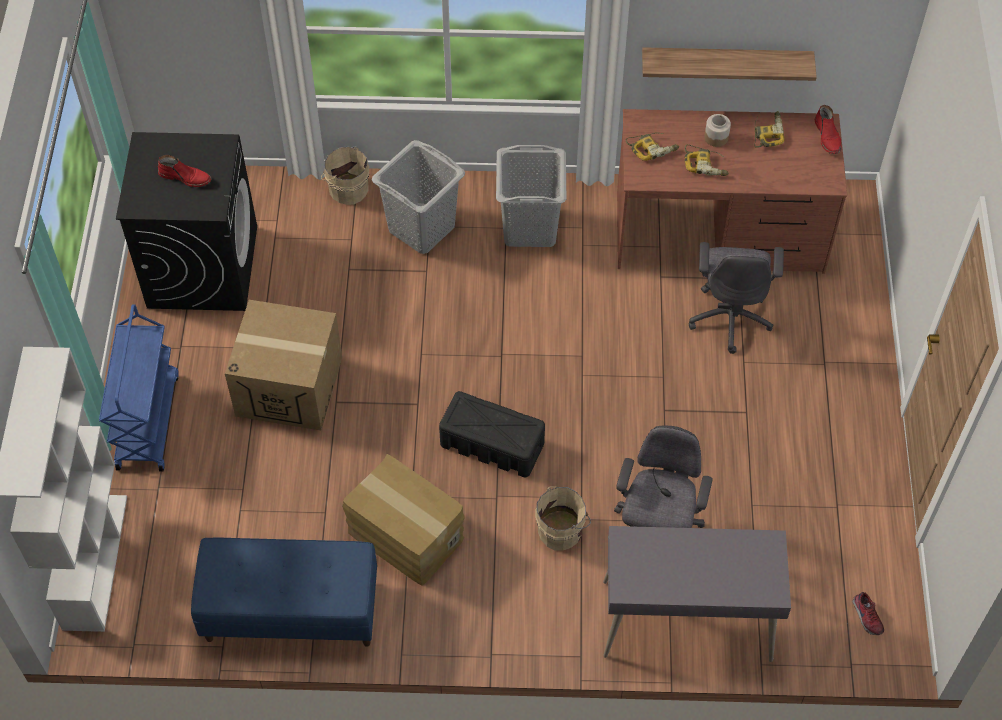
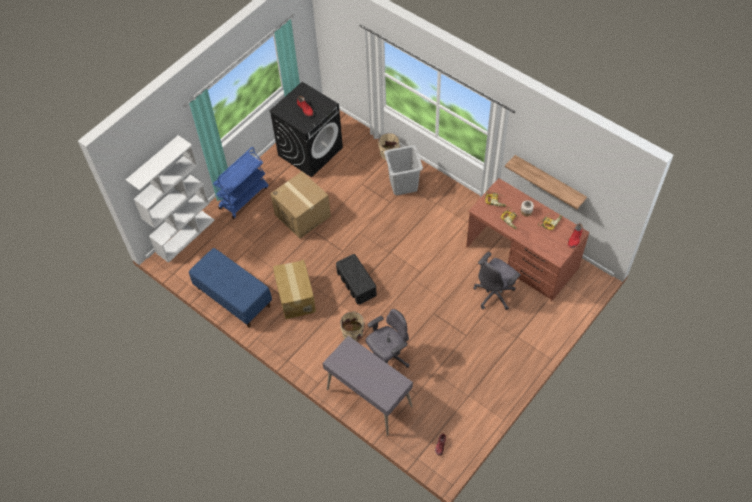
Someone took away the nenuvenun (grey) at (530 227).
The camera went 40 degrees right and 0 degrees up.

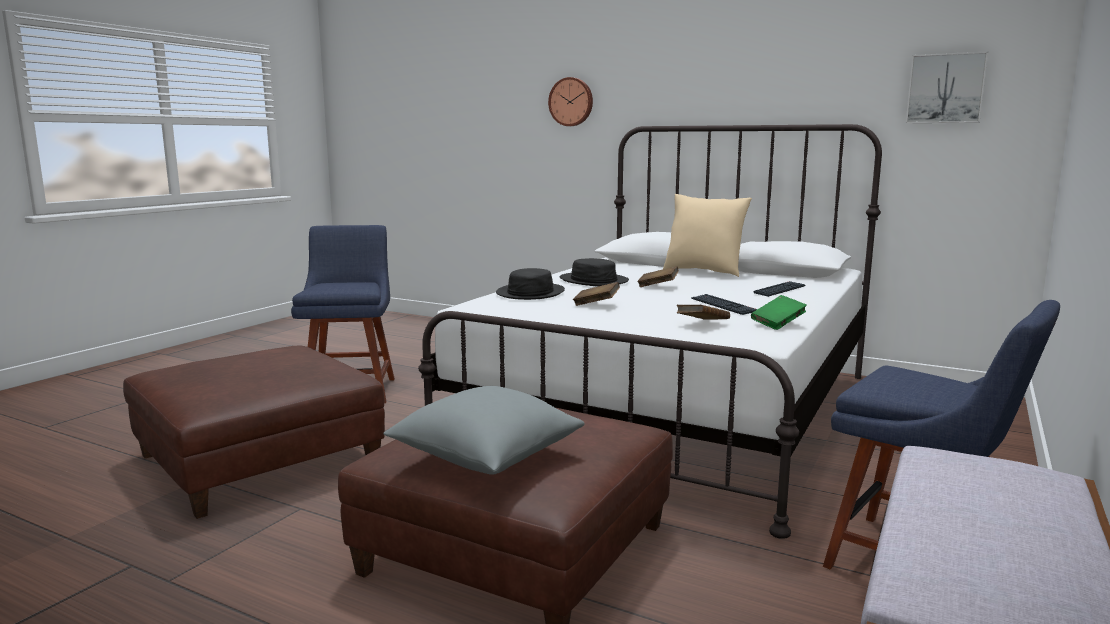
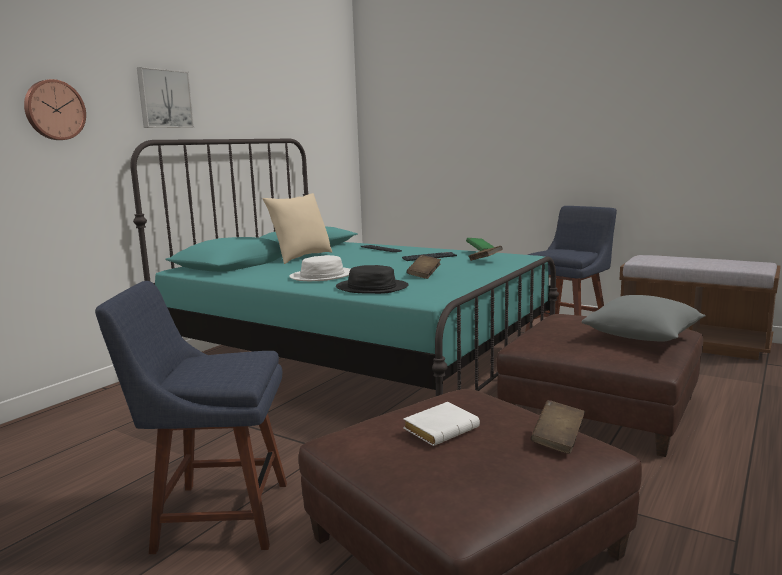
Someone carried the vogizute from (945 88) to (164 99).
Someone repainted the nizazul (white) at (673 409), which became the nizazul (turquoise) at (358 360).
Someone repainted the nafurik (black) at (593 281), which became the nafurik (white) at (322 276).
Someone carried the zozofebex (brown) from (657 286) to (558 440).
Someone put down the zozofebex (white) at (441 428).
The camera went 85 degrees left and 0 degrees up.

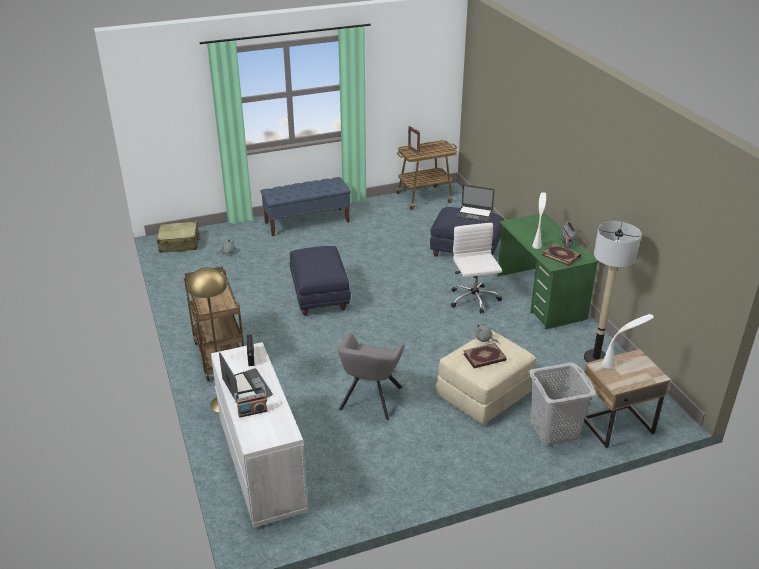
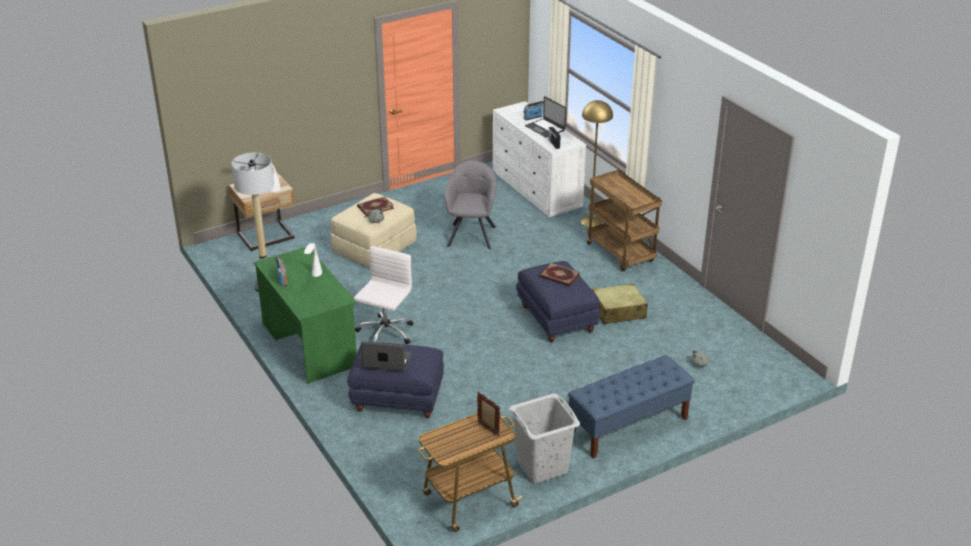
Someone carried the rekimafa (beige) from (179 243) to (618 311).
Someone rotated the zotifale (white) at (474 300) by 135 degrees counterclockwise.
Someone carried the zozofebex from (561 255) to (559 276).
Someone carried the nenuvenun (grey) from (553 430) to (542 466).
The camera went 170 degrees right and 0 degrees up.

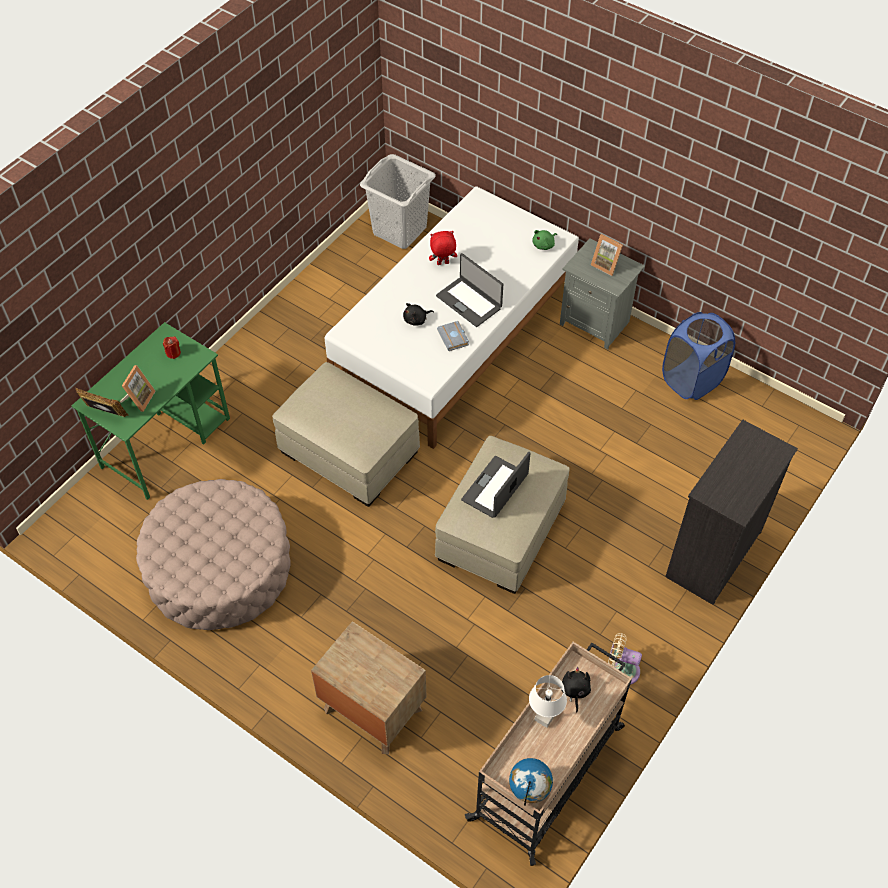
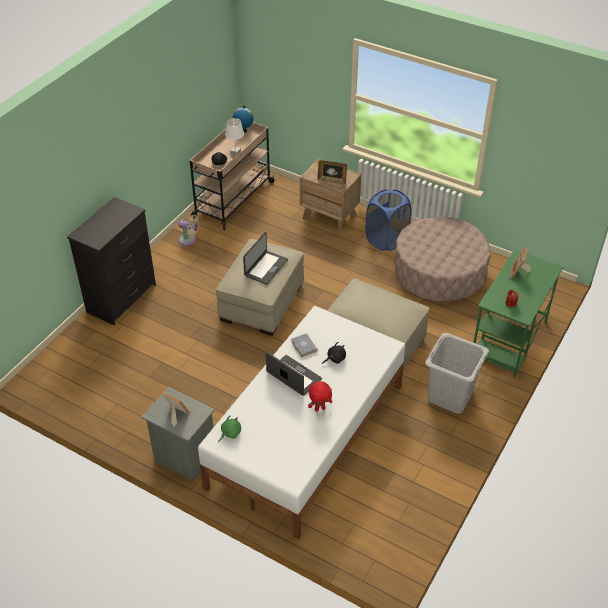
Someone carried the nenuvenun (grey) from (399 230) to (450 396).
Someone carried the nenuvenun (blue) from (691 380) to (386 240).
Someone carried the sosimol from (105 414) to (332 180).
The camera went 175 degrees right and 10 degrees down.

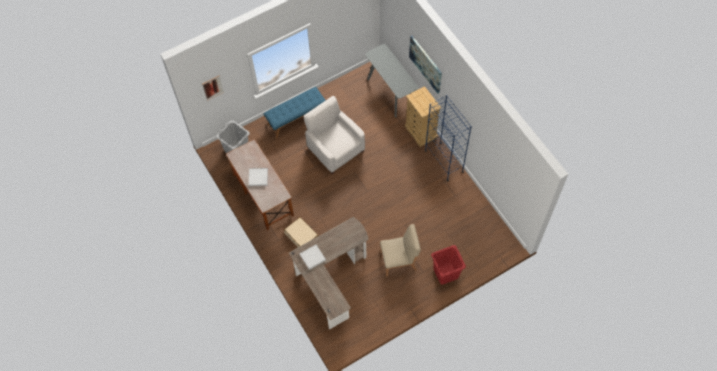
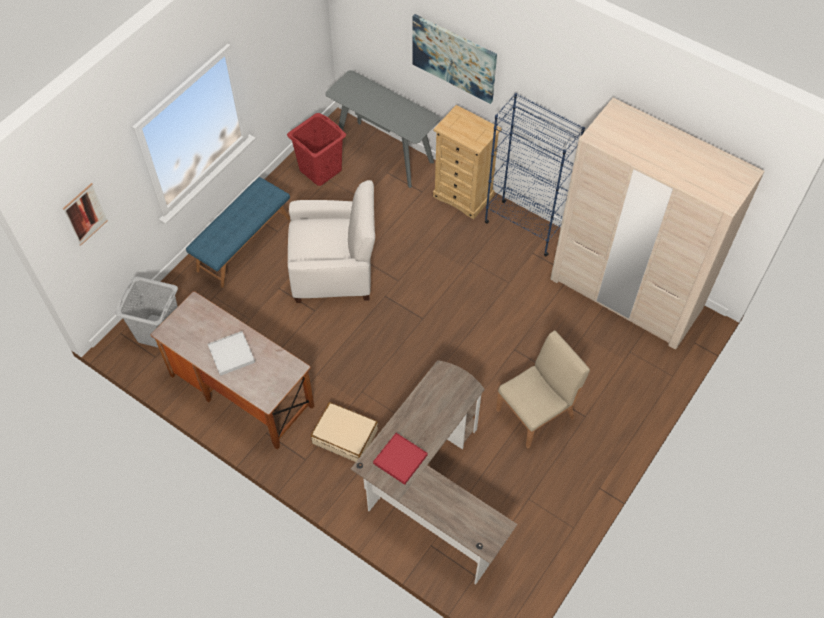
Someone rotated the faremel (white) at (335 149) by 150 degrees clockwise.
Someone repainted the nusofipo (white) at (312 257), which became the nusofipo (red) at (400 459).
Someone carried the nenuvenun (red) from (446 273) to (321 170).
Someone put down the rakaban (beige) at (625 293).
The camera went 25 degrees left and 5 degrees down.

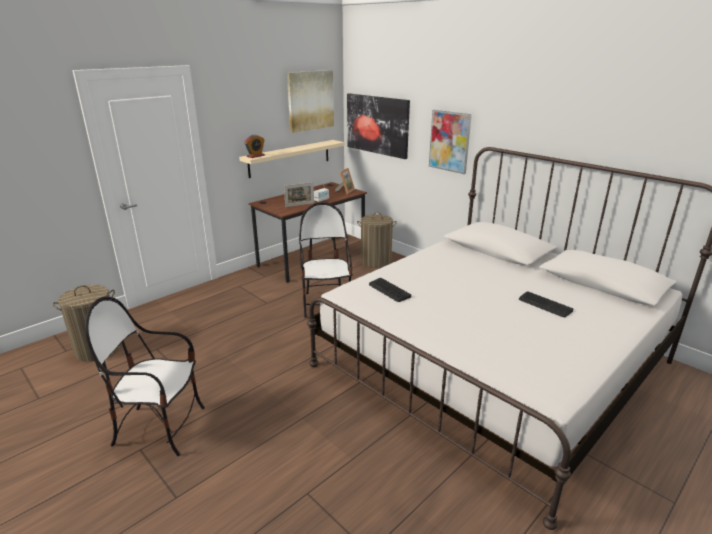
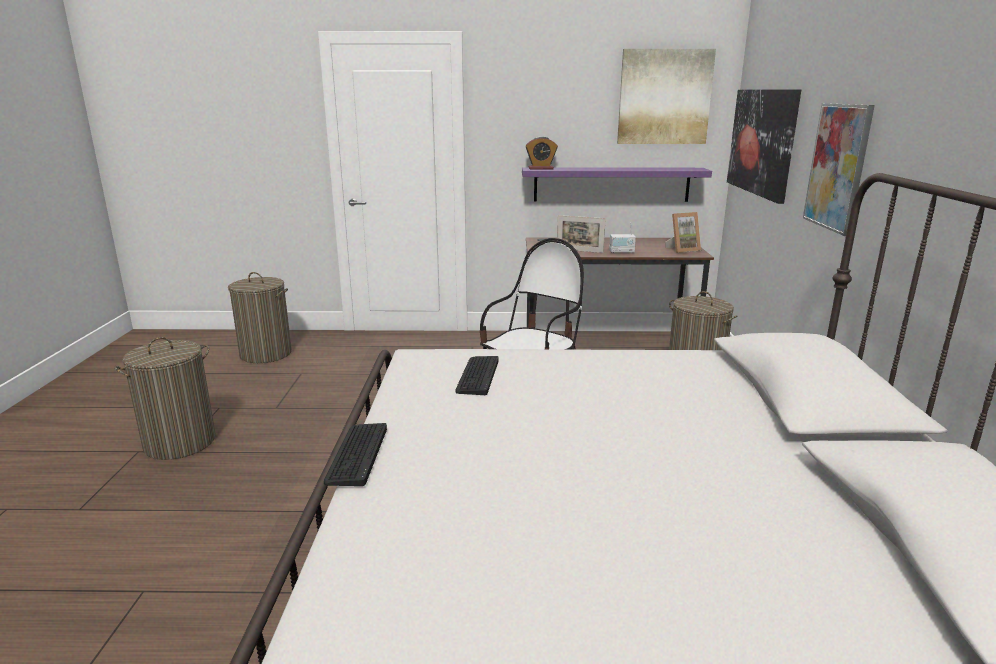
Someone repainted the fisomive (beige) at (290 158), which became the fisomive (purple) at (611 184).
Someone carried the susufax from (544 305) to (357 454).
Someone swapped the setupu at (160 428) for the nenuvenun at (180 442).
The camera went 45 degrees right and 5 degrees down.

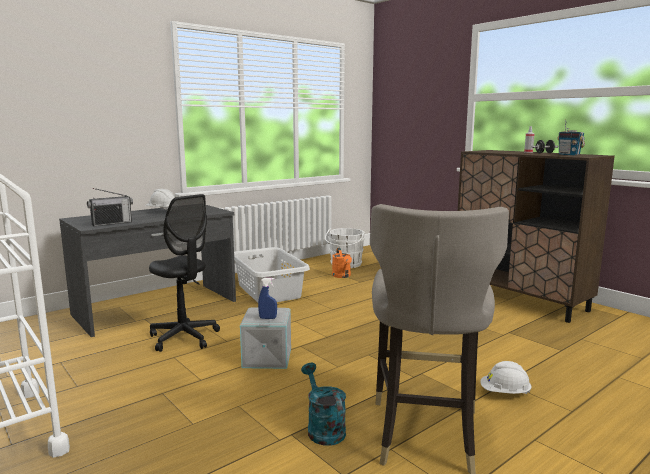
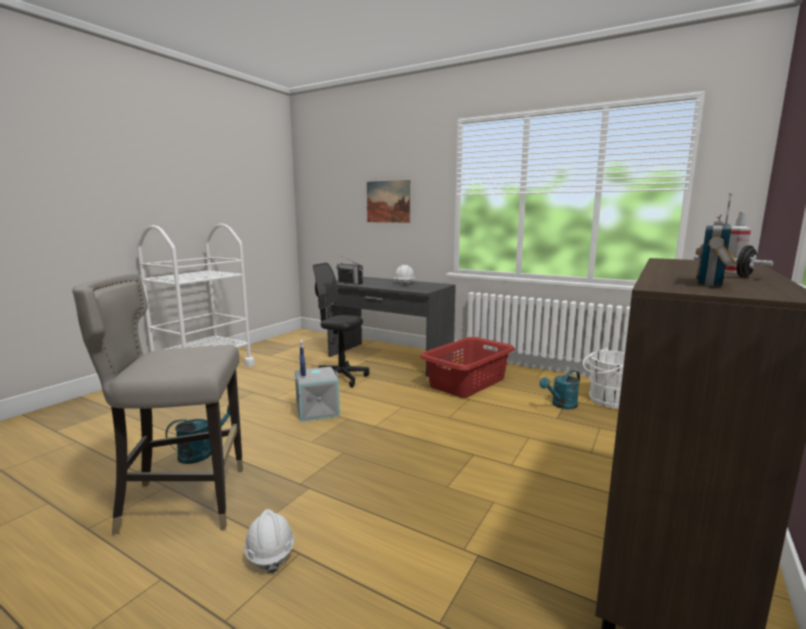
Someone rotated the zotifale (black) at (184 338) by 90 degrees clockwise.
Someone repainted the nenuvenun (grey) at (269 291), which became the nenuvenun (red) at (468 382).
Someone repainted the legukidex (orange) at (342 276), which became the legukidex (turquoise) at (561 405).
Someone put up the vogizute at (388 201).
The camera went 70 degrees right and 0 degrees up.

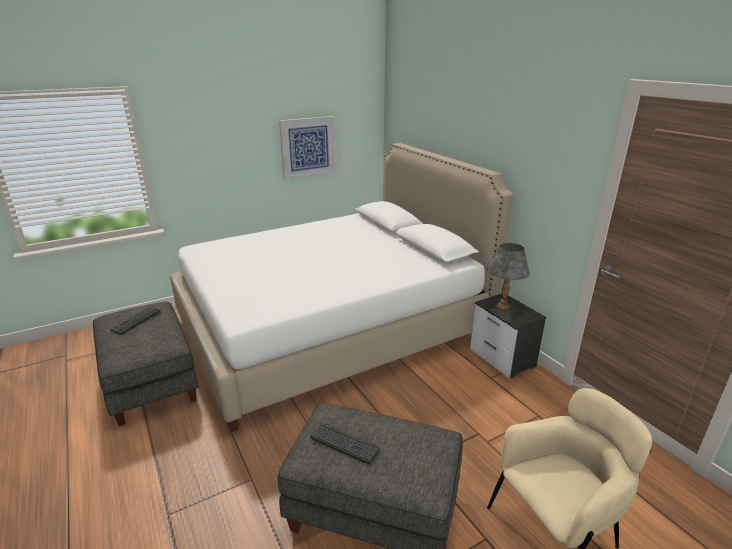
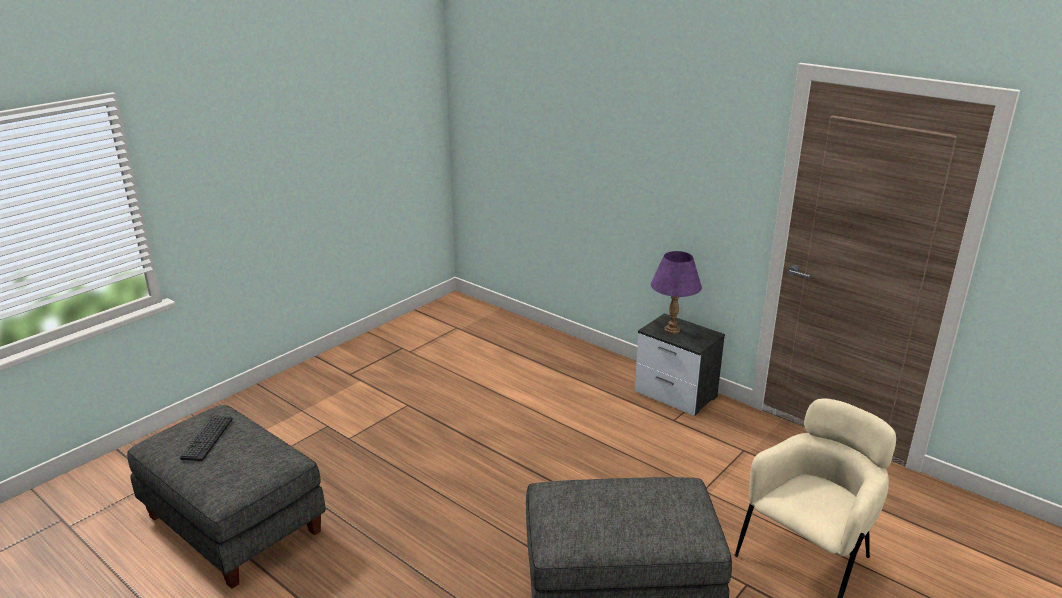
Someone took away the vogizute at (308 147).
Someone took away the nizazul (white) at (331 327).
Someone repainted the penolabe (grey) at (503 306), which became the penolabe (purple) at (672 330).
Someone took away the susufax at (344 443).
The camera went 20 degrees left and 0 degrees up.

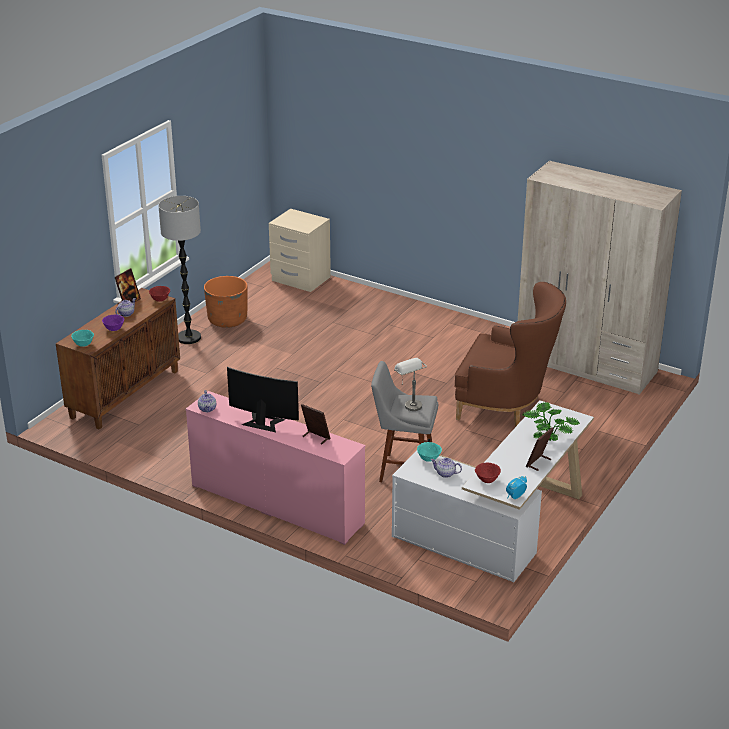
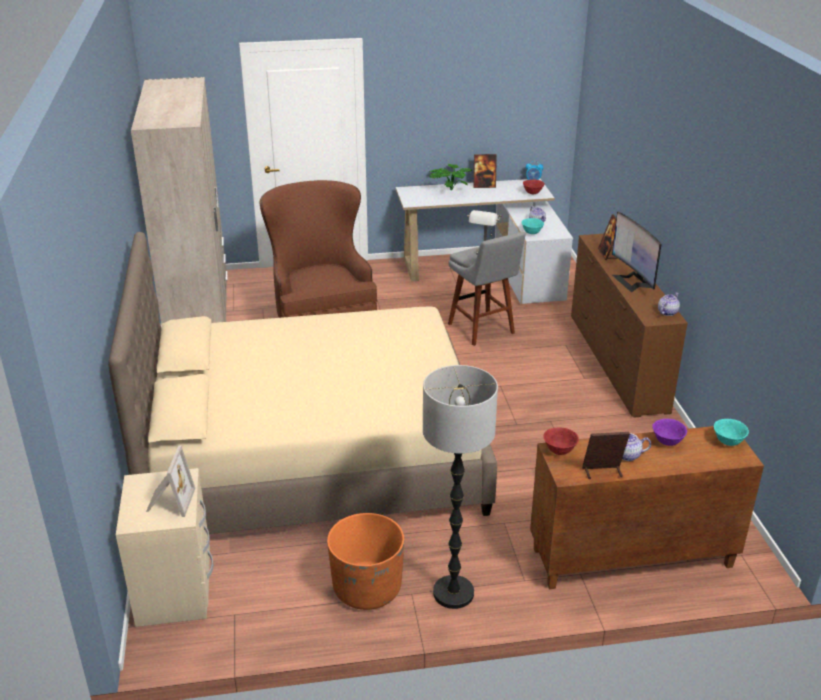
Someone repainted the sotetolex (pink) at (277 504), which became the sotetolex (brown) at (616 362).
Someone put down the nizazul (beige) at (313 455).
Someone put down the sosimol at (169 501).
The camera went 130 degrees left and 0 degrees up.

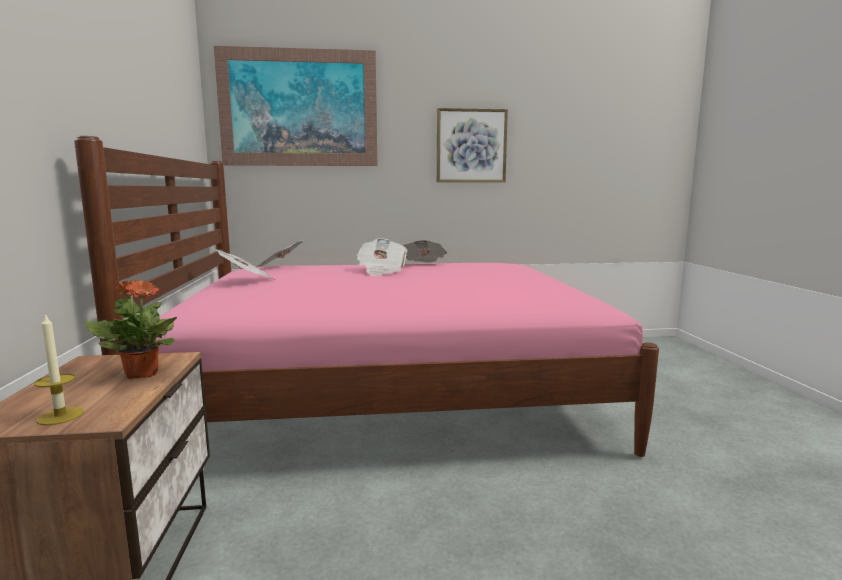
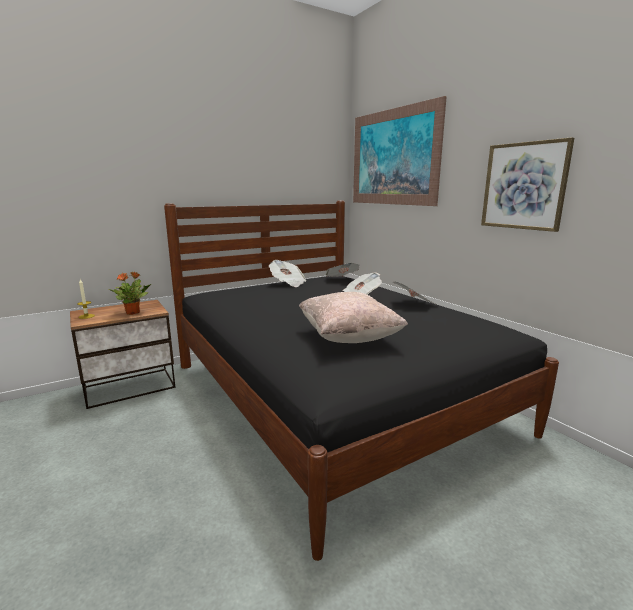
Someone repainted the nizazul (pink) at (390 397), which became the nizazul (black) at (332 396).
Someone put down the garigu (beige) at (348 338).
The camera went 65 degrees right and 5 degrees up.

